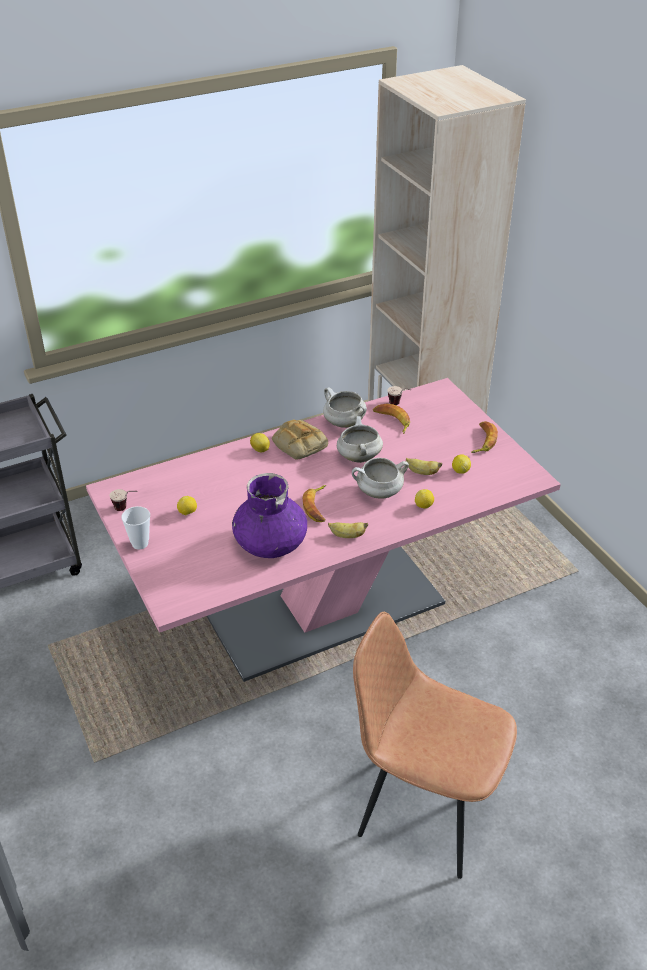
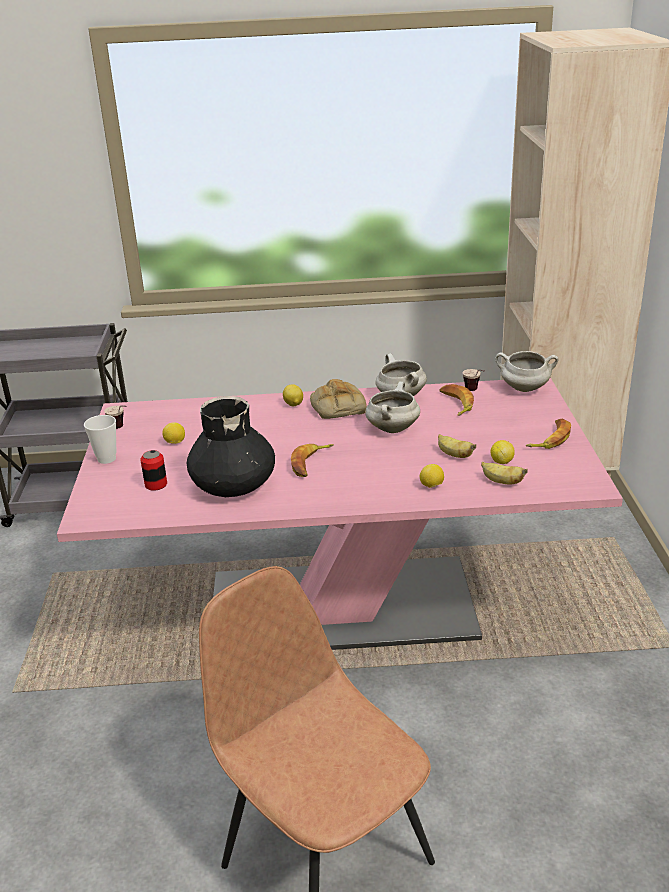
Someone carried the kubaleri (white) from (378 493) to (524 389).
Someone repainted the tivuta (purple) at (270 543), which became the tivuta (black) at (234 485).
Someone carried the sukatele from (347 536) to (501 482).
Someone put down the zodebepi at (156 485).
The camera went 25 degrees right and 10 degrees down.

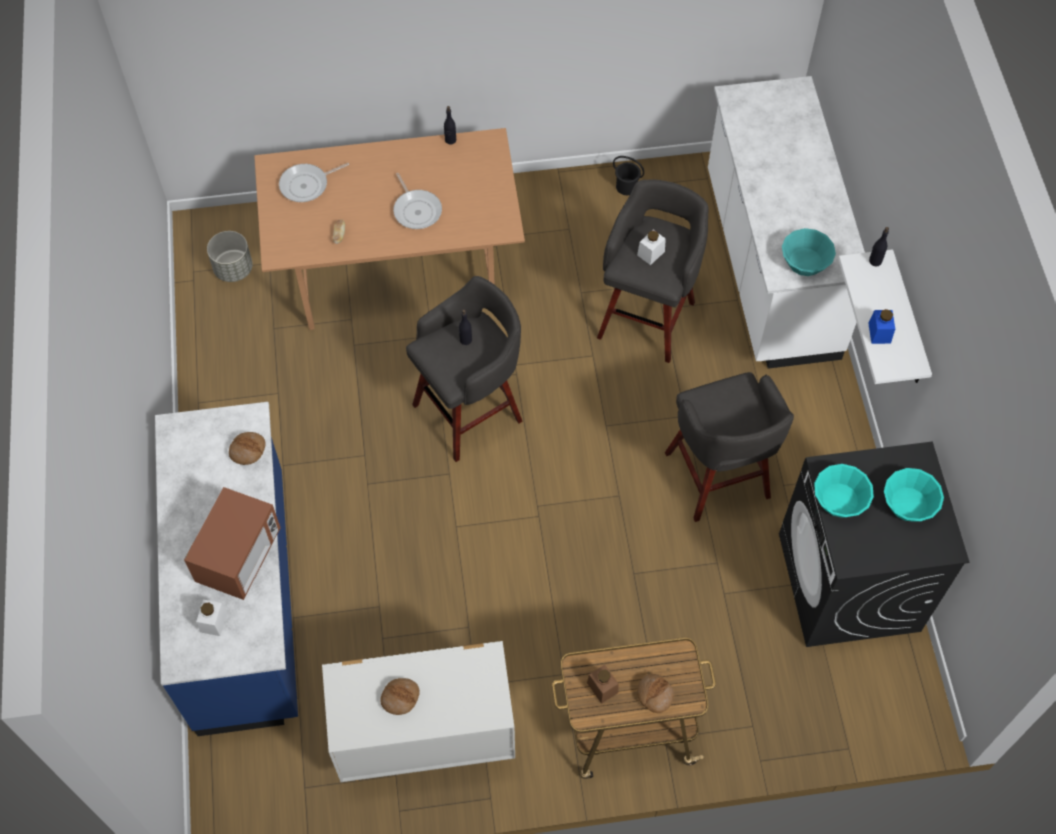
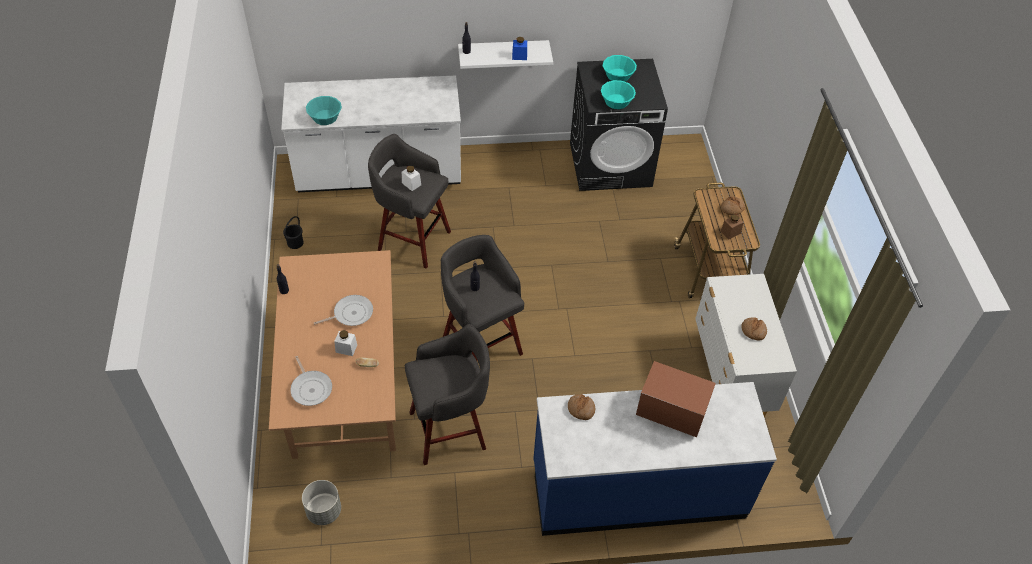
Someone carried the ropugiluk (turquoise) from (805 261) to (325 117).
Someone carried the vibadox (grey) from (718 478) to (450 430).
Someone carried the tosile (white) from (213 622) to (346 348).
The camera went 90 degrees left and 10 degrees down.

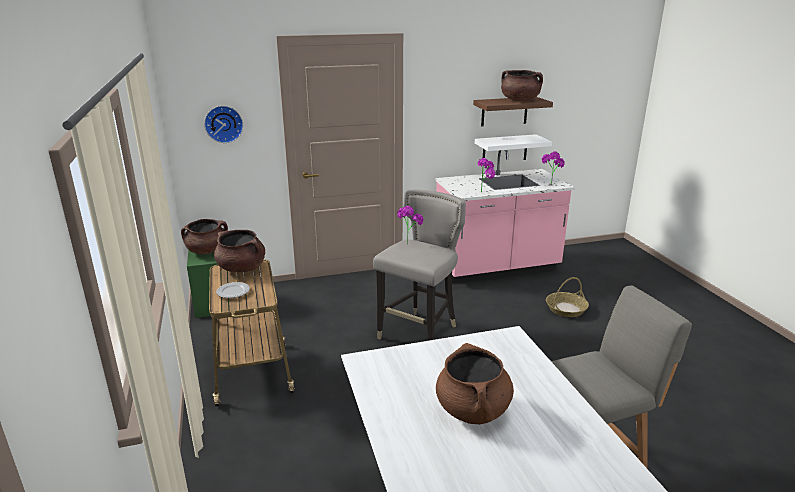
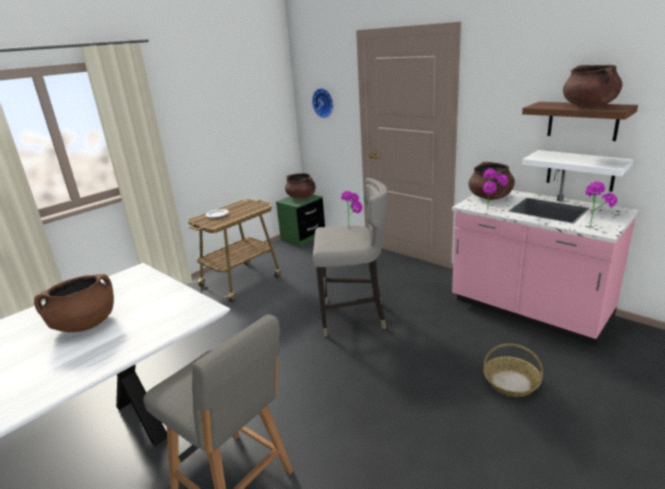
Someone carried the kubaleri (brown) from (242 268) to (490 197).
The camera went 60 degrees right and 0 degrees up.

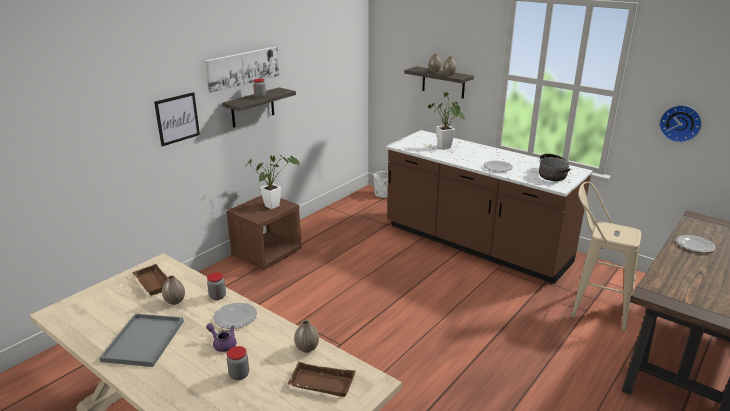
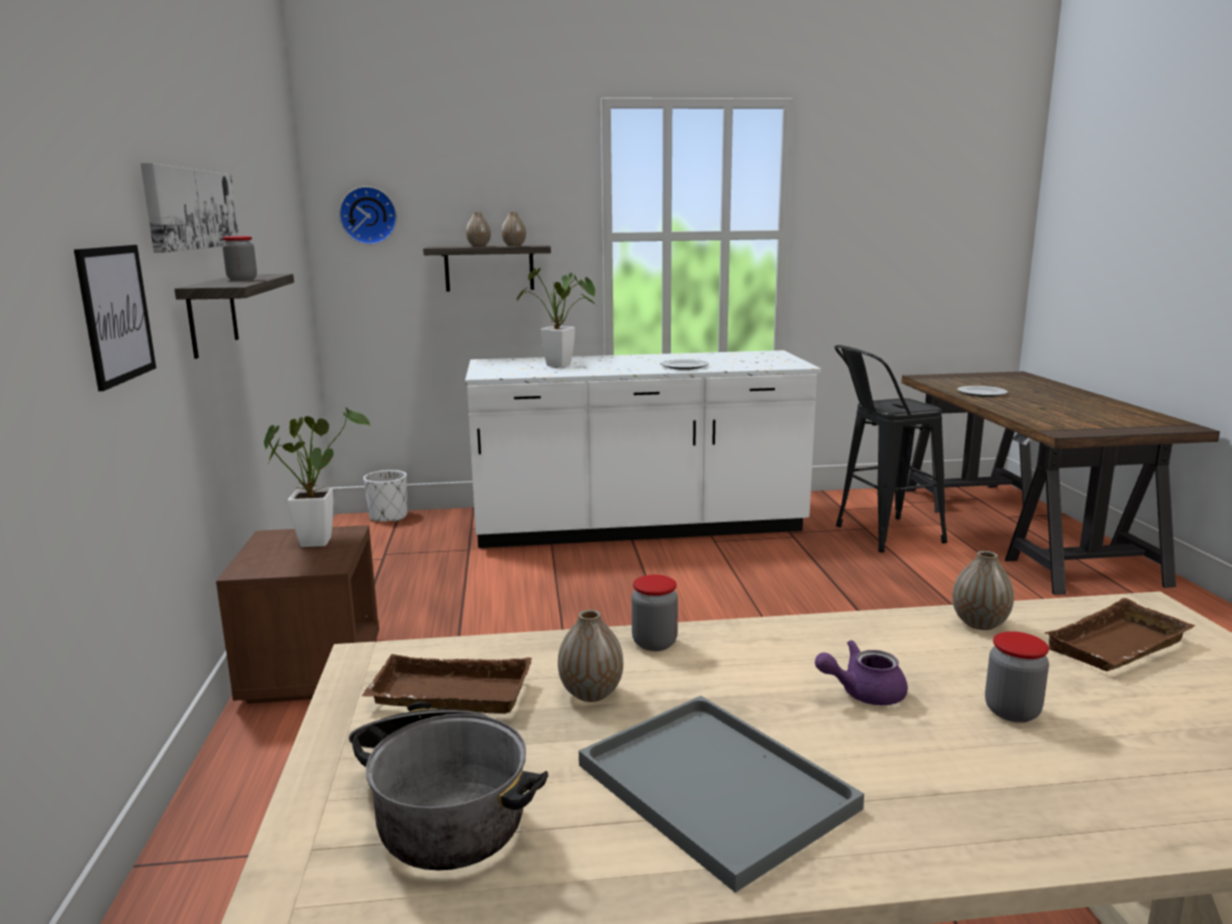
Someone carried the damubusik from (680 123) to (368 215).
Someone repainted the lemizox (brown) at (475 245), which became the lemizox (white) at (638 527).
Someone carried the kubaleri from (552 174) to (442 807).
Someone repainted the vibadox (beige) at (592 307), which became the vibadox (black) at (879 536).
Someone took away the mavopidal at (235 317).
The camera went 45 degrees left and 10 degrees down.

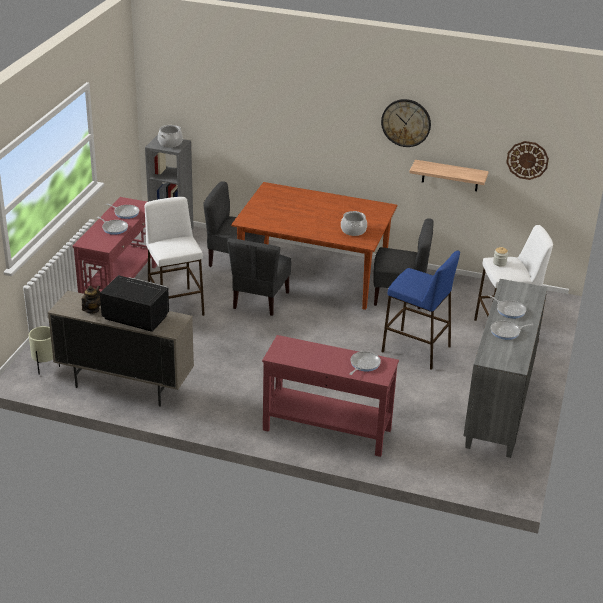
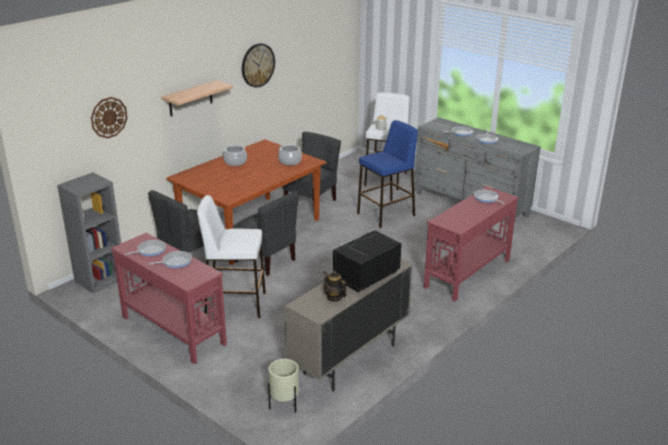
Someone carried the kubaleri from (170 143) to (235 162).
Someone carried the damubusik from (527 160) to (108 117).
Someone carried the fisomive from (450 175) to (190 98).
The camera went 65 degrees left and 5 degrees down.

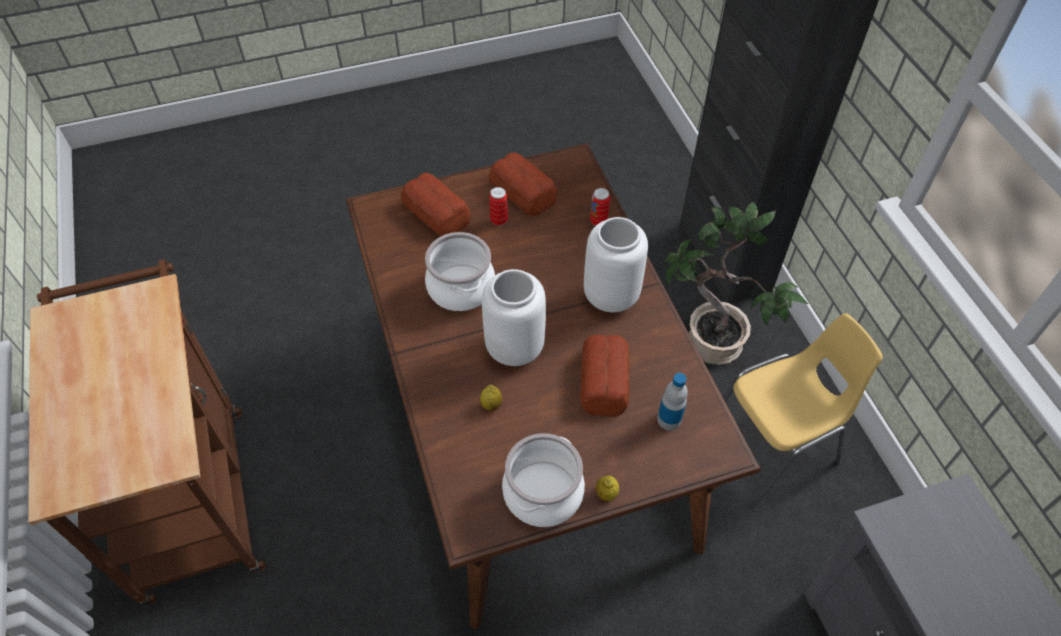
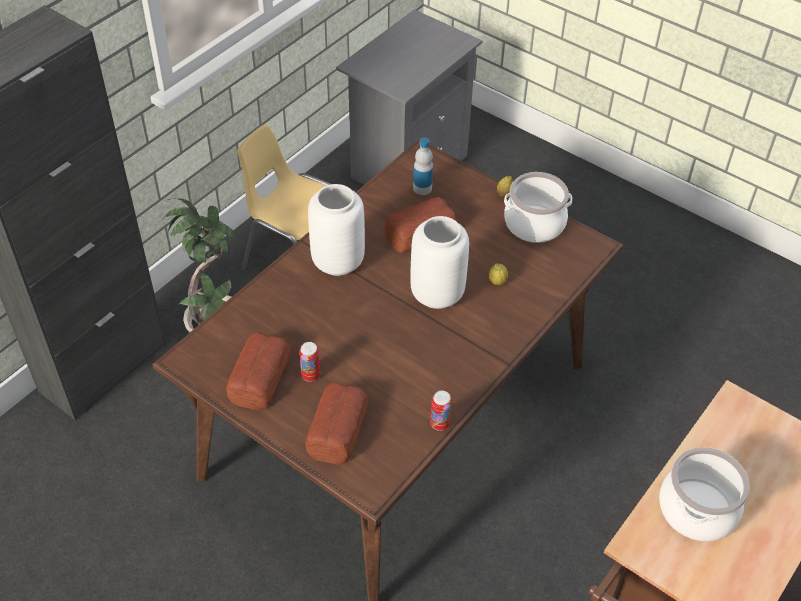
Someone carried the zodebepi from (598 221) to (440 424).
Someone carried the kubaleri from (460 288) to (698 510).
The camera went 125 degrees left and 5 degrees down.

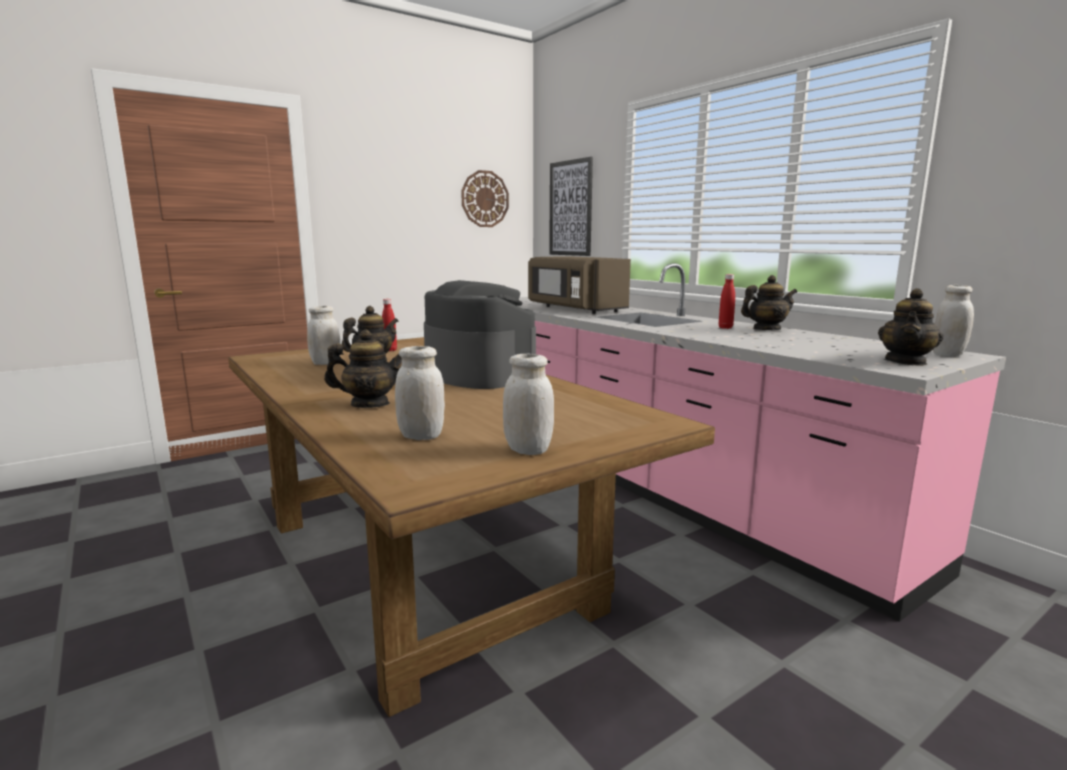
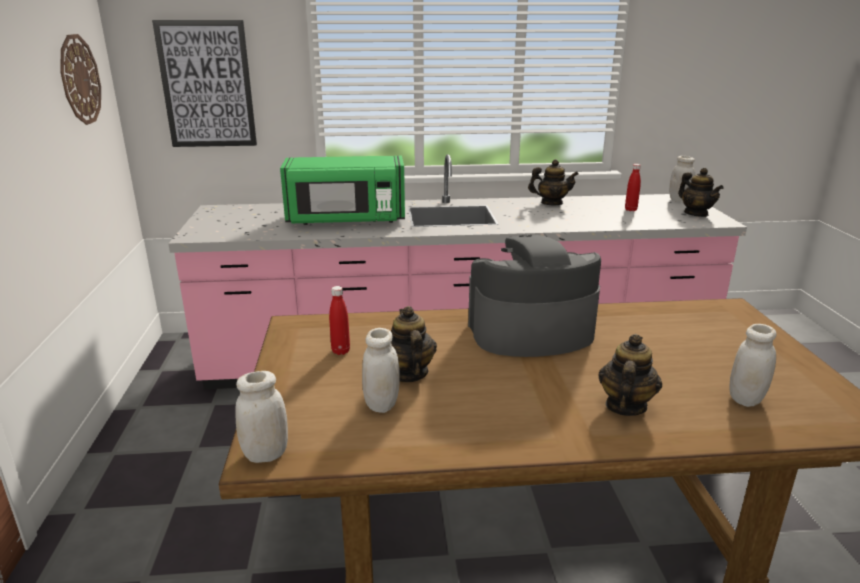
Someone repainted the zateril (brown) at (575 309), which became the zateril (green) at (346 220).
Someone carried the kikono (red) from (725 328) to (630 210).
Someone rotated the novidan at (766 329) by 75 degrees clockwise.
Someone carried the tosile (white) from (528 450) to (265 454).
The camera went 60 degrees left and 10 degrees up.

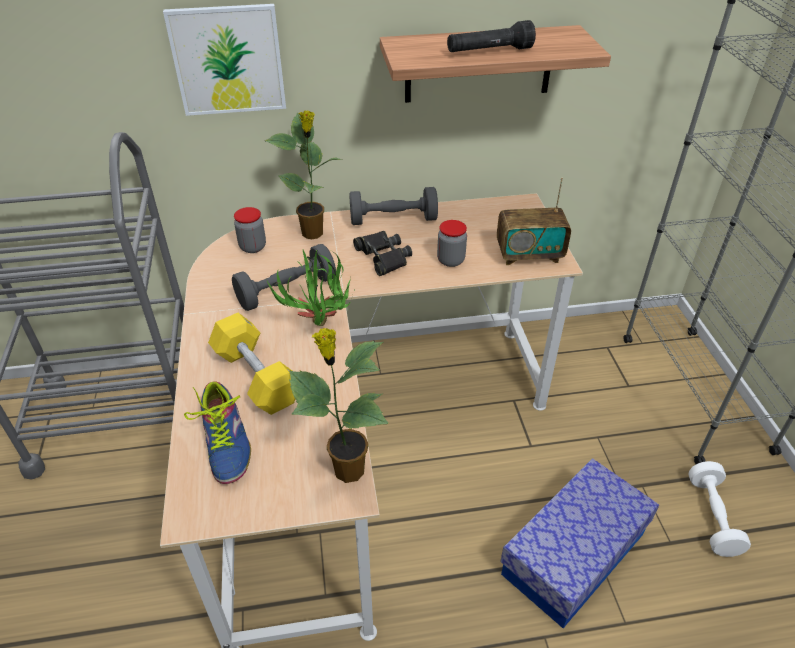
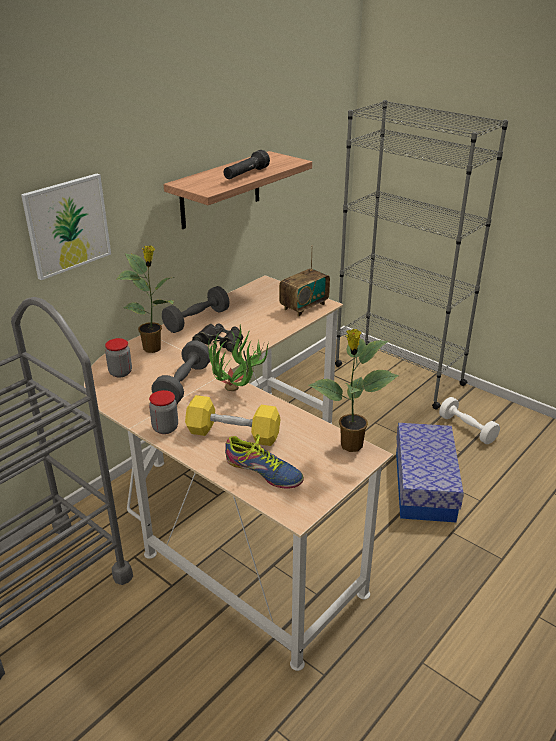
Someone carried the tosile from (450 260) to (165 428).
The camera went 40 degrees left and 10 degrees down.

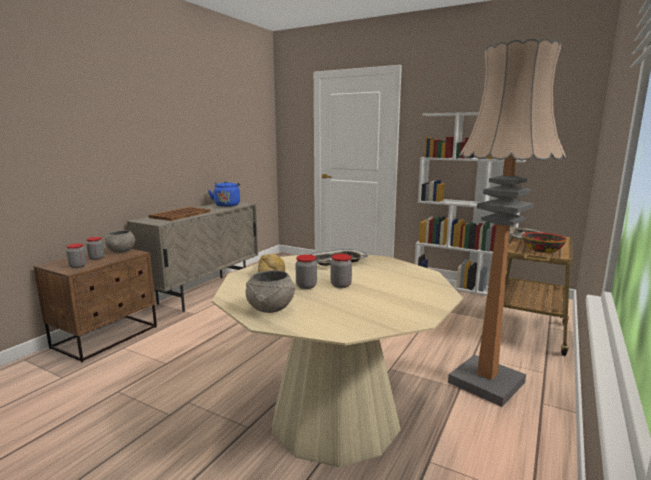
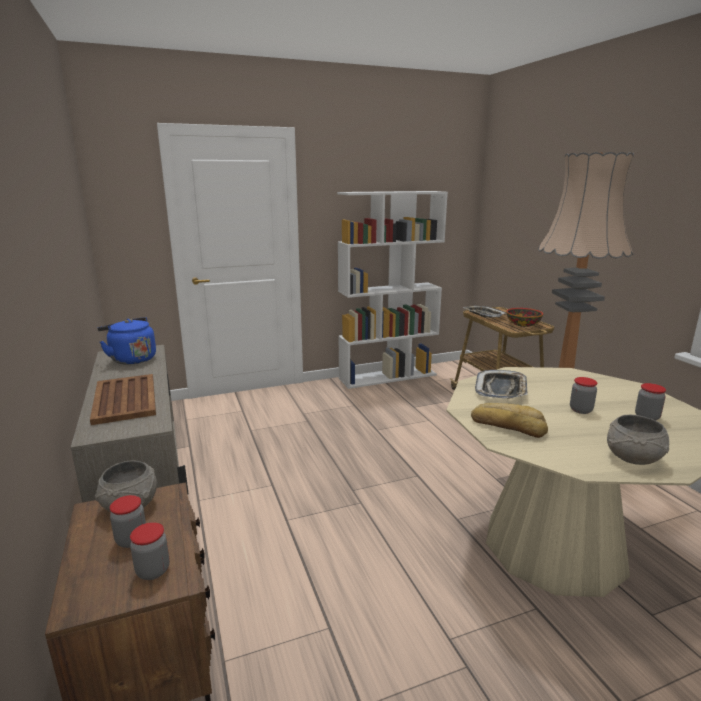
Someone carried the tosile from (306 286) to (647 417).
The camera went 50 degrees left and 5 degrees up.

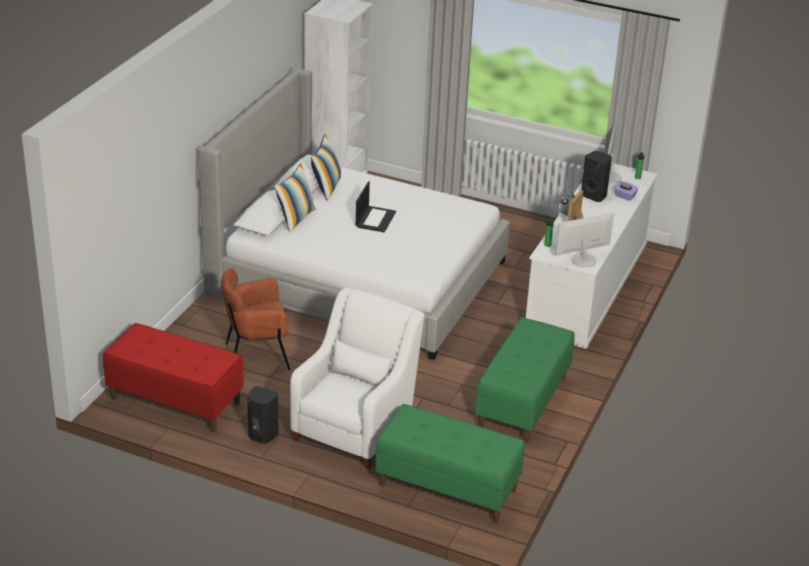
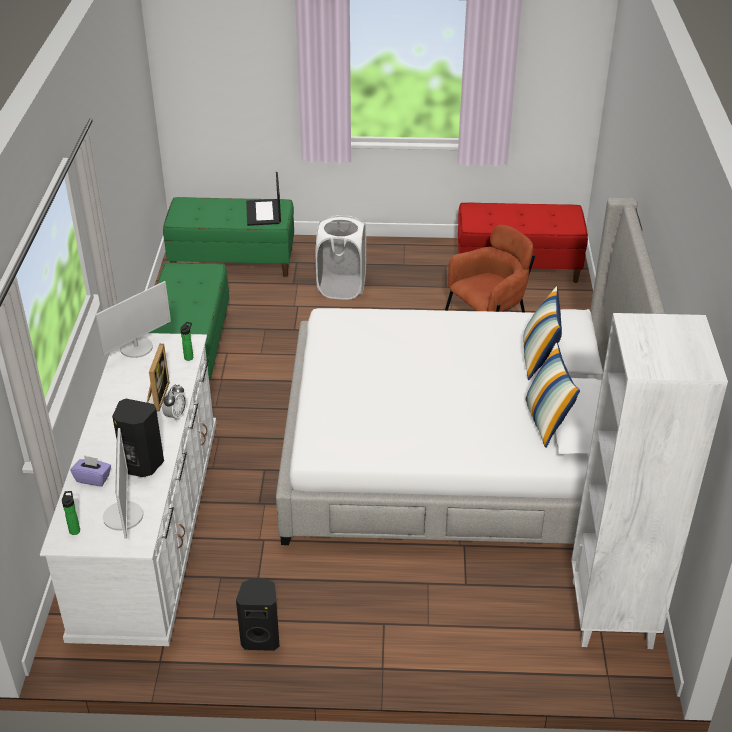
Someone carried the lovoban from (375 219) to (264 213).
Someone swapped the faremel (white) at (356 426) for the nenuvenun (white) at (341 287).
Someone carried the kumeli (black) from (262 435) to (261 638).
The camera went 160 degrees right and 5 degrees up.

